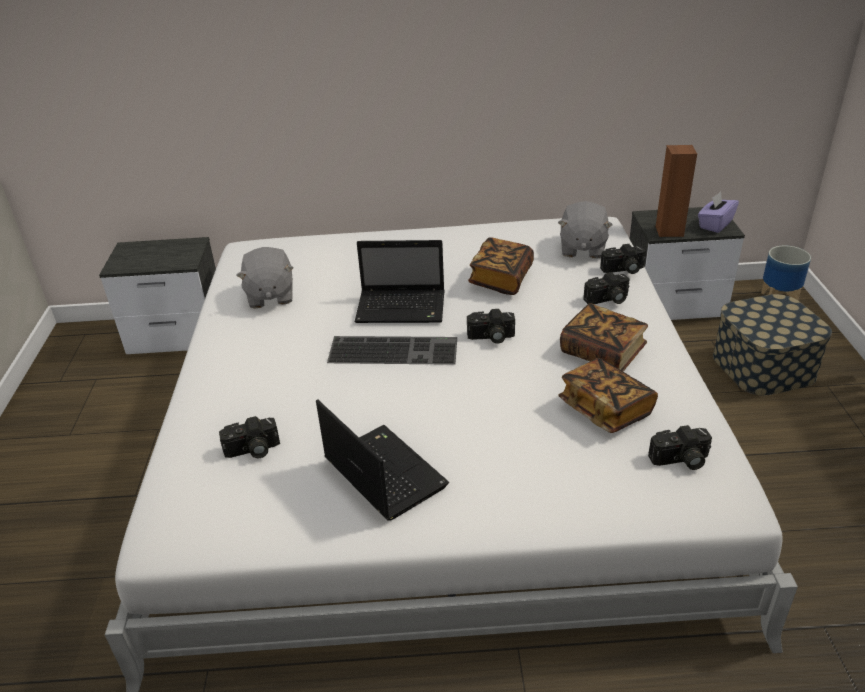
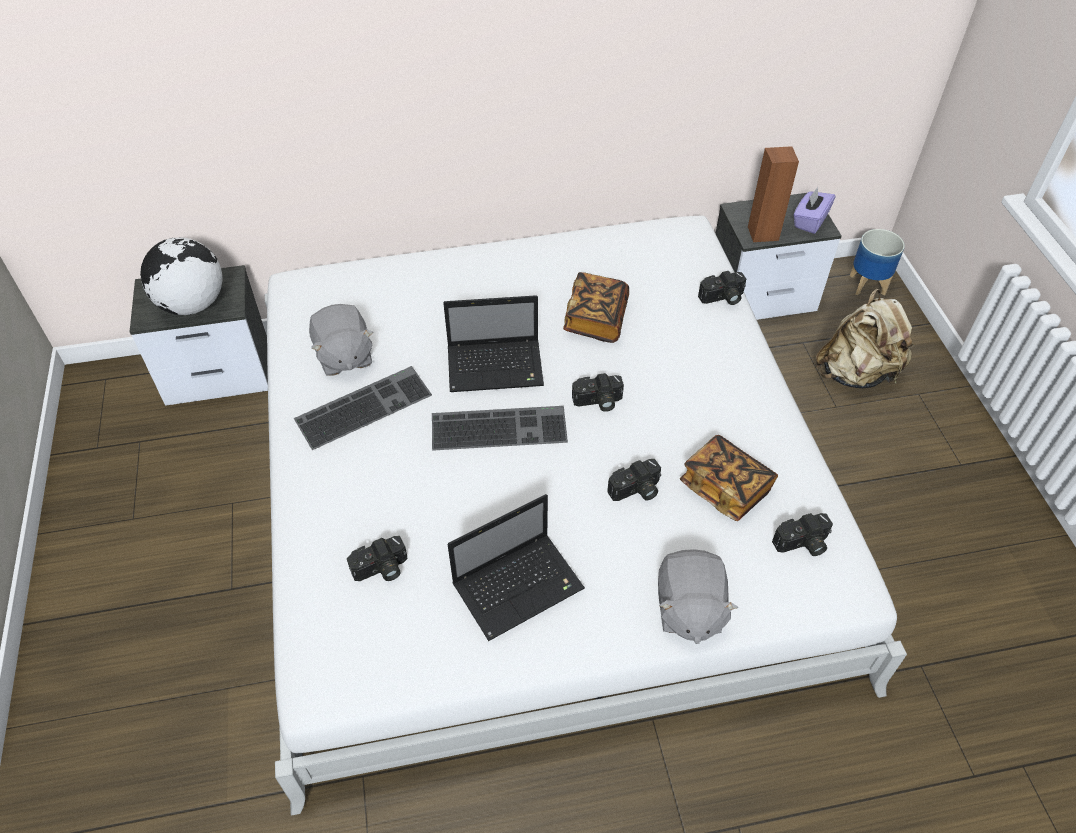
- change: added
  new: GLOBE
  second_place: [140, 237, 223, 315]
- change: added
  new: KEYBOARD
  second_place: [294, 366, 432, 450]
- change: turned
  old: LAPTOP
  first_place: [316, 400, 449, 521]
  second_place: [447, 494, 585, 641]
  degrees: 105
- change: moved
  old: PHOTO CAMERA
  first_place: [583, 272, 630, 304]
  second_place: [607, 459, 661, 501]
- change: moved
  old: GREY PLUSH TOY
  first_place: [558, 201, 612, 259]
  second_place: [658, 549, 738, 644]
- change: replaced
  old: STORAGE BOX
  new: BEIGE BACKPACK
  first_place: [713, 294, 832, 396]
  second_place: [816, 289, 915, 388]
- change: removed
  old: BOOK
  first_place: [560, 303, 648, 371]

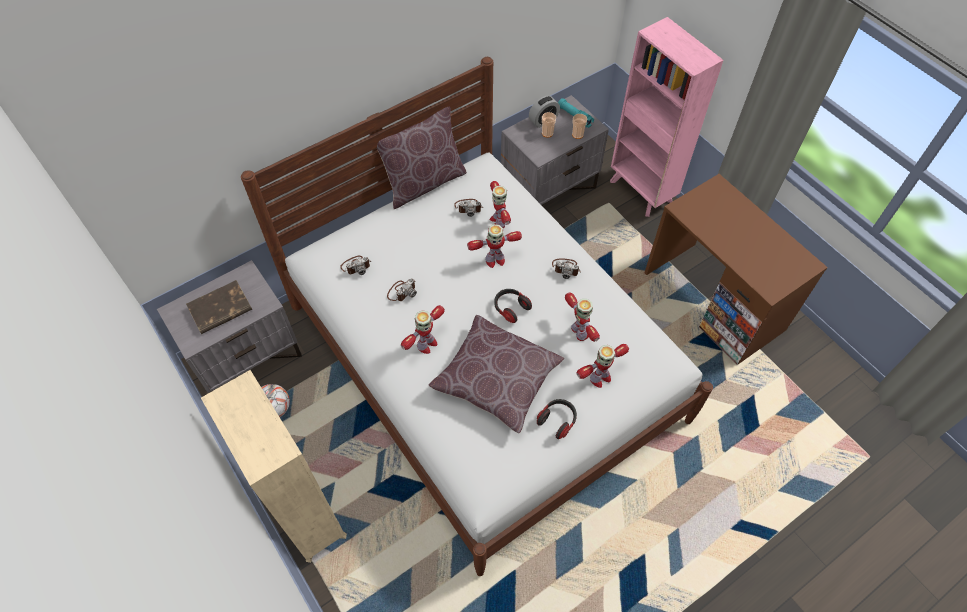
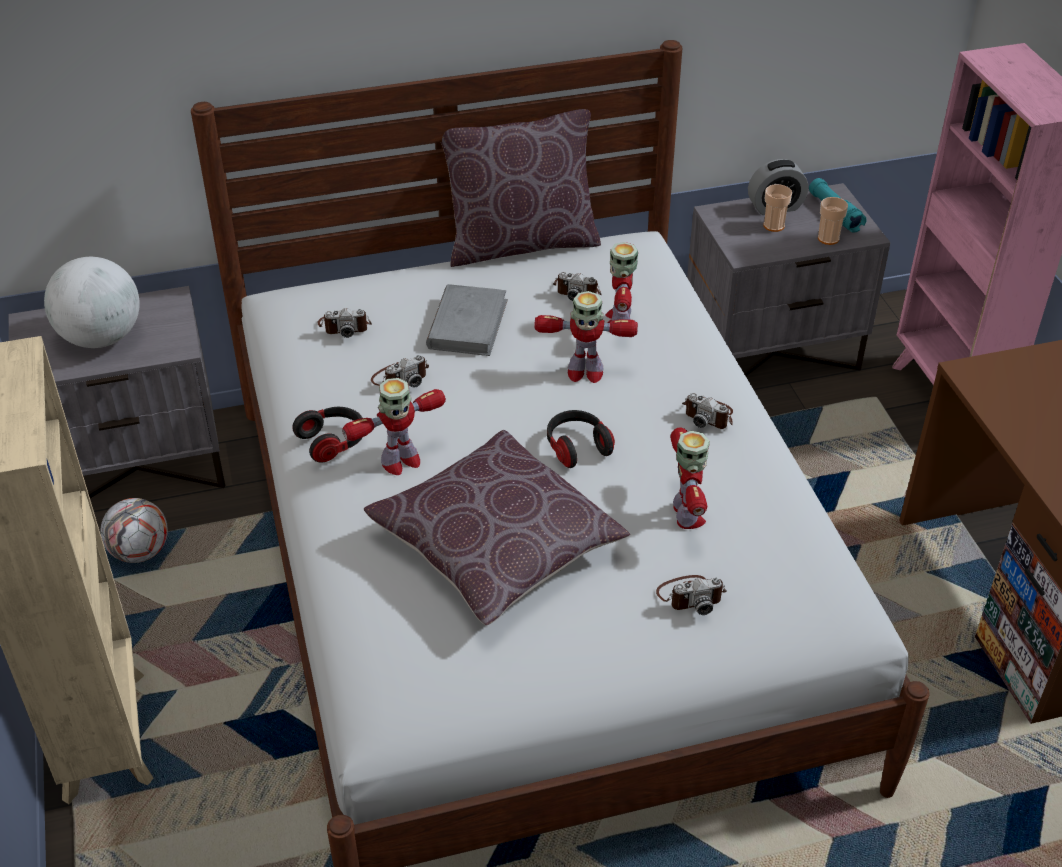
- change: replaced
  old: BROWN BOOK
  new: GLOBE
  first_place: [186, 280, 252, 334]
  second_place: [44, 257, 140, 348]
- change: moved
  old: HEADPHONES
  first_place: [537, 399, 577, 439]
  second_place: [292, 407, 363, 463]
- change: added
  new: GREY BOOK
  second_place: [426, 284, 508, 356]
- change: replaced
  old: TOY ROBOT
  new: PHOTO CAMERA
  first_place: [576, 344, 629, 388]
  second_place: [656, 575, 727, 615]

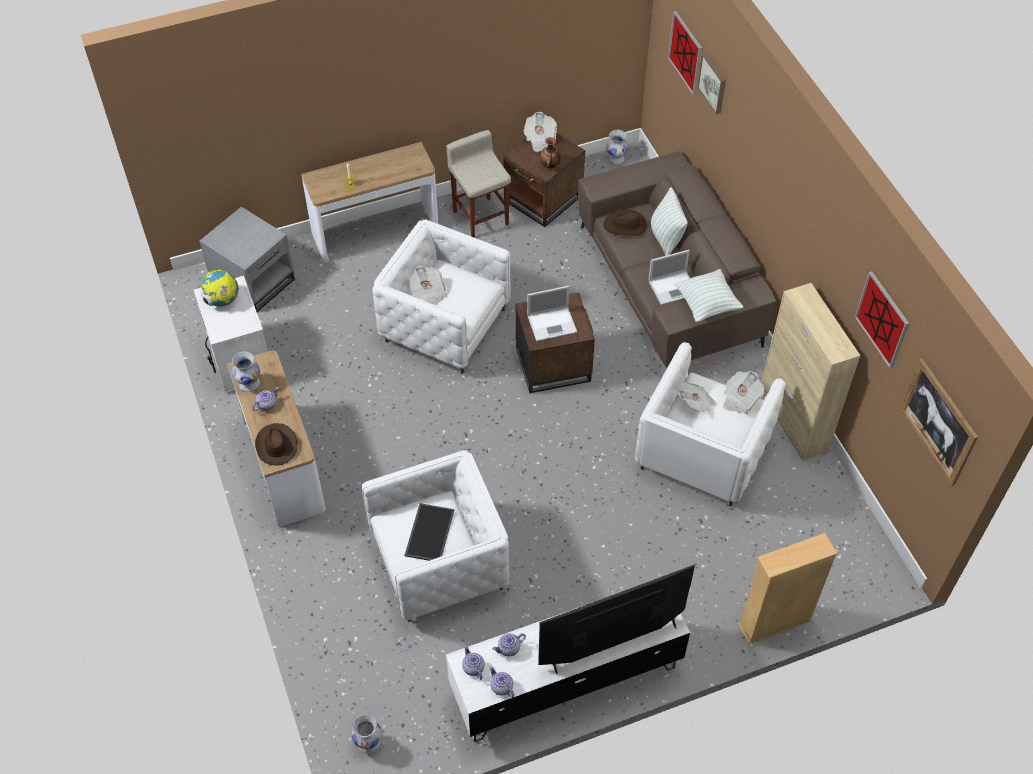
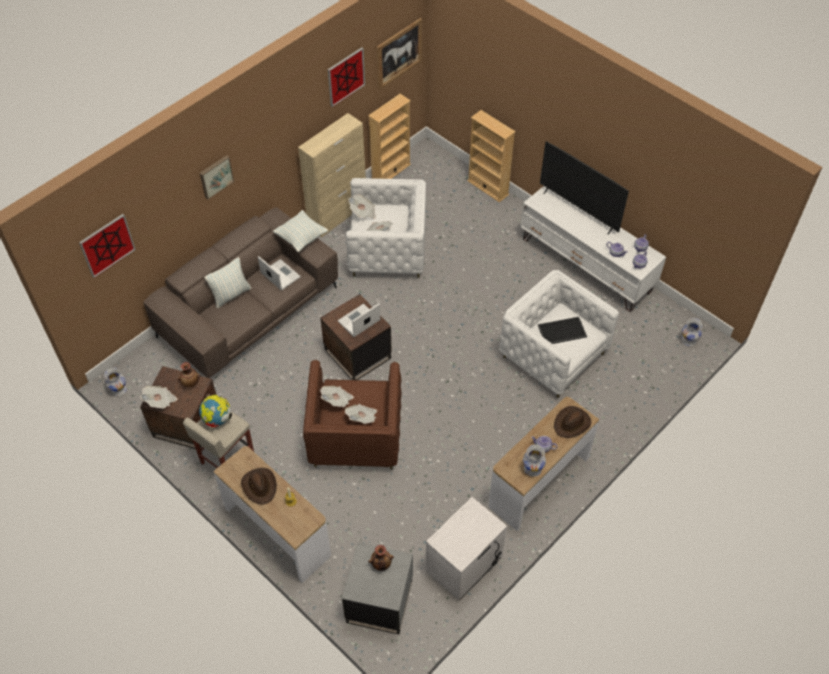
- change: moved
  old: GLOBE
  first_place: [200, 270, 239, 307]
  second_place: [199, 395, 232, 428]
- change: moved
  old: PICTURE
  first_place: [697, 53, 726, 114]
  second_place: [200, 155, 234, 199]
- change: moved
  old: BROWN HAT
  first_place: [603, 209, 647, 236]
  second_place: [241, 468, 277, 504]
- change: recoloured
  old: WHITE ARMCHAIR
  new: BROWN ARMCHAIR
  first_place: [372, 219, 511, 374]
  second_place: [303, 360, 402, 469]
- change: added
  new: NEWSPAPER
  second_place: [320, 386, 354, 407]
- change: turned
  old: LAPTOP
  first_place: [527, 286, 577, 341]
  second_place: [338, 303, 380, 337]
  degrees: -90
- change: added
  new: BEIGE BOOKCASE
  second_place: [368, 94, 411, 179]
- change: added
  new: VASE
  second_place: [369, 545, 394, 571]

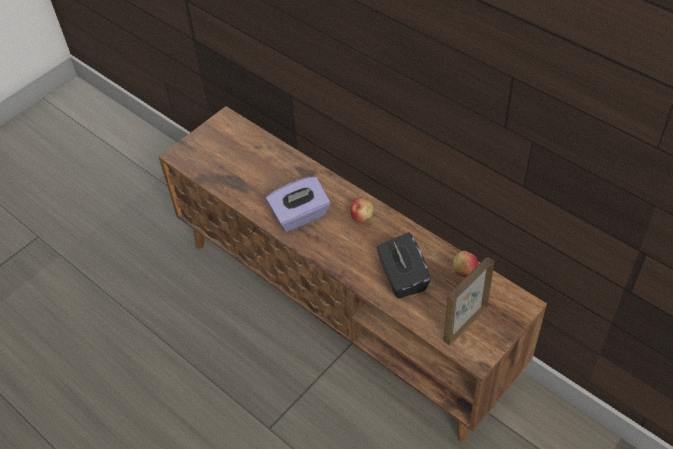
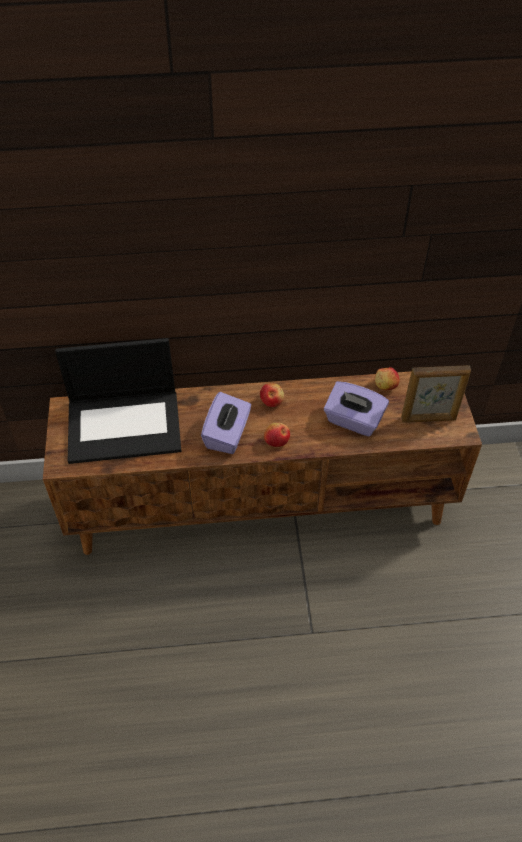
- change: added
  new: LAPTOP
  second_place: [55, 338, 181, 464]
- change: added
  new: APPLE
  second_place: [264, 423, 290, 447]
- change: recoloured
  old: BLACK TISSUE BOX
  new: PURPLE TISSUE BOX
  first_place: [377, 232, 431, 298]
  second_place: [324, 381, 389, 436]
- change: turned
  old: PICTURE FRAME
  first_place: [444, 258, 494, 346]
  second_place: [401, 365, 471, 423]
  degrees: -90

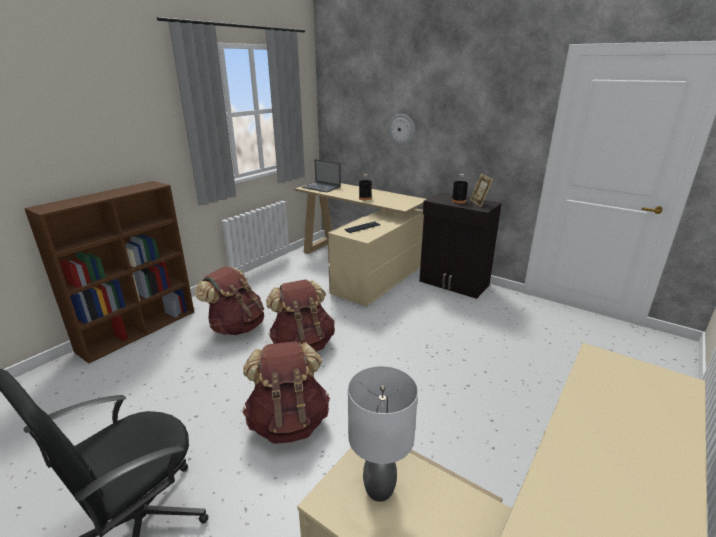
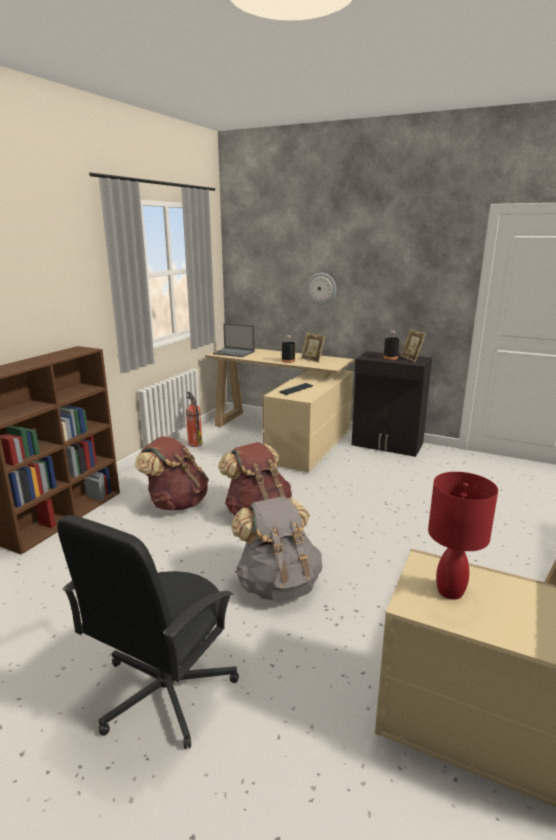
- change: added
  new: FIRE EXTINGUISHER
  second_place: [186, 392, 203, 447]
- change: recoloured
  old: BROWN BACKPACK
  new: GREY BACKPACK
  first_place: [243, 341, 330, 444]
  second_place: [231, 496, 323, 602]
- change: added
  new: PICTURE FRAME
  second_place: [301, 333, 325, 363]
- change: recoloured
  old: GREY TABLE LAMP
  new: RED TABLE LAMP
  first_place: [348, 366, 418, 502]
  second_place: [428, 472, 498, 600]

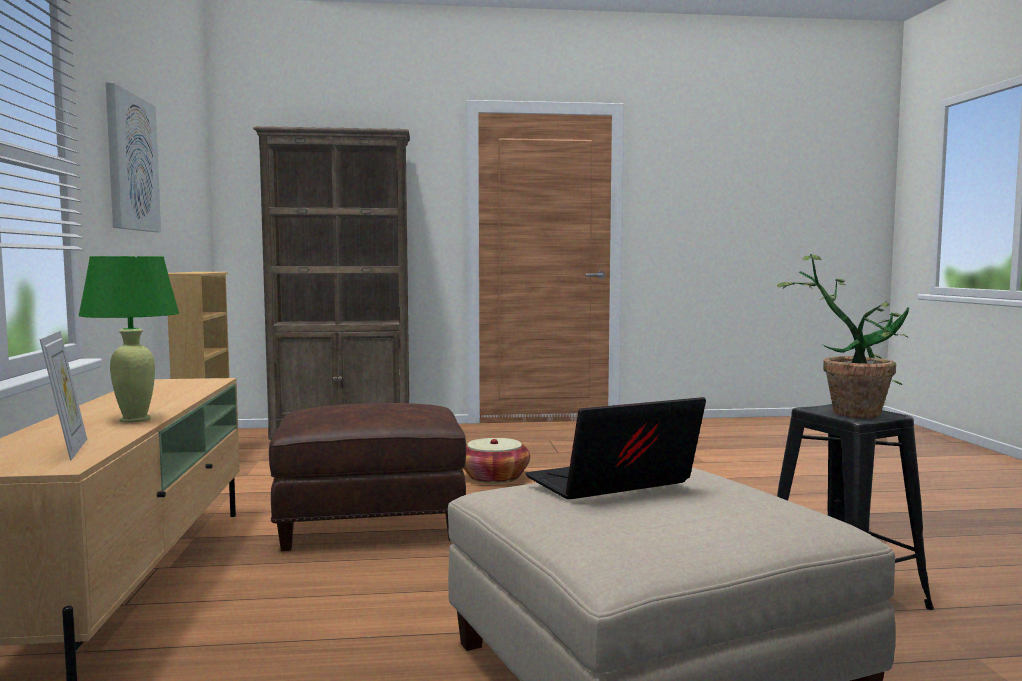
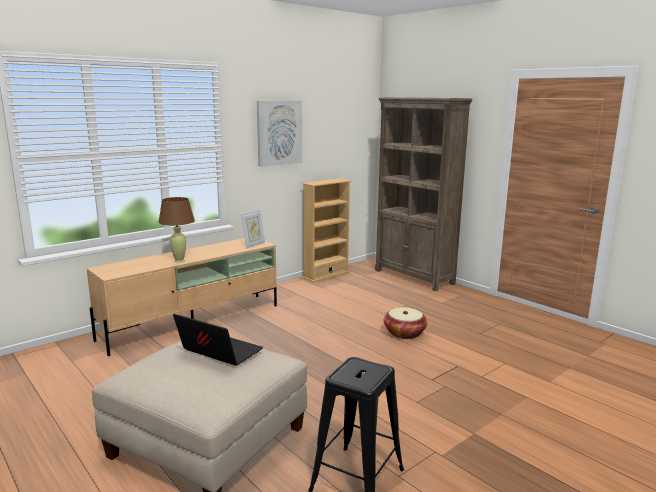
- change: recoloured
  old: GREEN TABLE LAMP
  new: BROWN TABLE LAMP
  first_place: [78, 256, 179, 423]
  second_place: [158, 197, 195, 262]
- change: moved
  old: PICTURE FRAME
  first_place: [39, 331, 87, 460]
  second_place: [241, 210, 265, 249]
- change: removed
  old: BROWN OTTOMAN
  first_place: [269, 403, 466, 551]
- change: removed
  old: POTTED PLANT
  first_place: [777, 254, 909, 418]

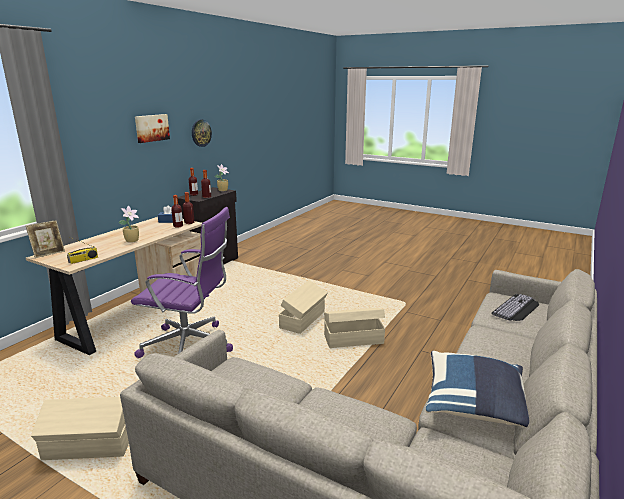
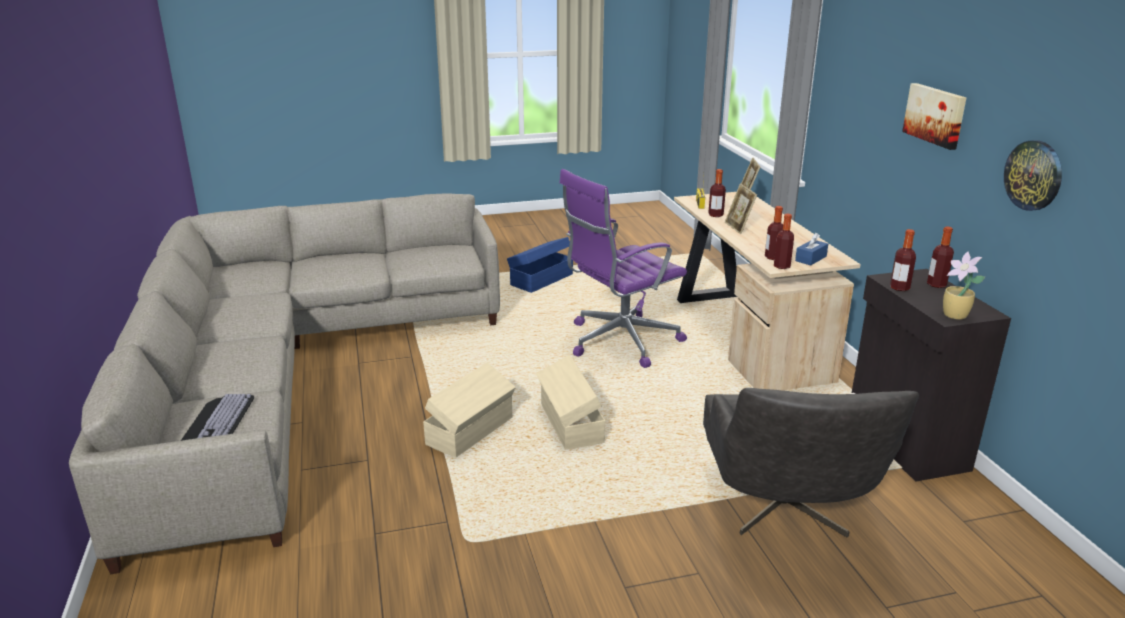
- change: recoloured
  old: BEIGE STORAGE BOX
  new: BLUE STORAGE BOX
  first_place: [31, 397, 129, 460]
  second_place: [507, 237, 573, 293]
- change: added
  new: GREY ARMCHAIR
  second_place: [703, 388, 919, 537]
- change: added
  new: BOTTLE
  second_place: [708, 169, 726, 217]
- change: replaced
  old: POTTED PLANT
  new: PICTURE FRAME
  first_place: [118, 205, 139, 243]
  second_place: [725, 184, 757, 234]
- change: removed
  old: BLUE PILLOW
  first_place: [425, 351, 529, 428]

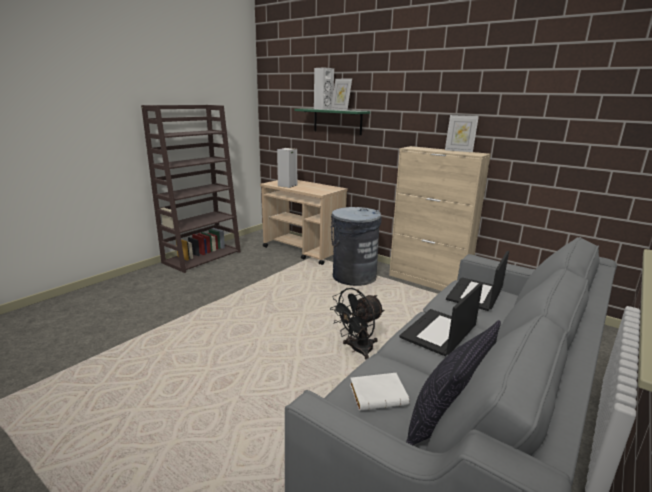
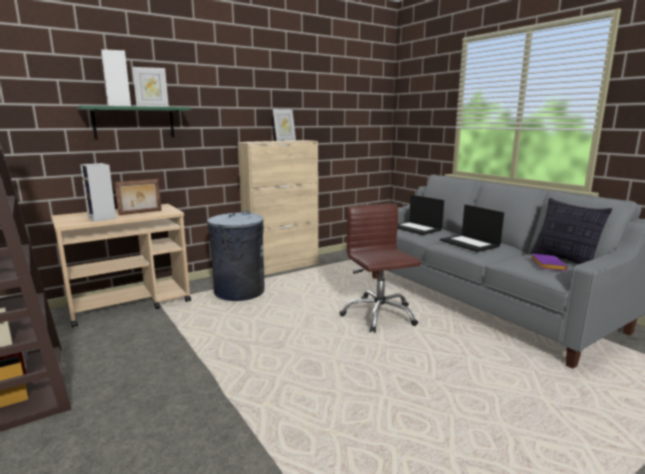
- change: added
  new: PICTURE FRAME
  second_place: [114, 179, 162, 215]
- change: replaced
  old: BLACK FAN
  new: BROWN OFFICE CHAIR
  first_place: [330, 288, 384, 360]
  second_place: [340, 204, 421, 333]
- change: recoloured
  old: WHITE BOOK
  new: PURPLE BOOK
  first_place: [350, 373, 409, 411]
  second_place: [531, 254, 568, 271]

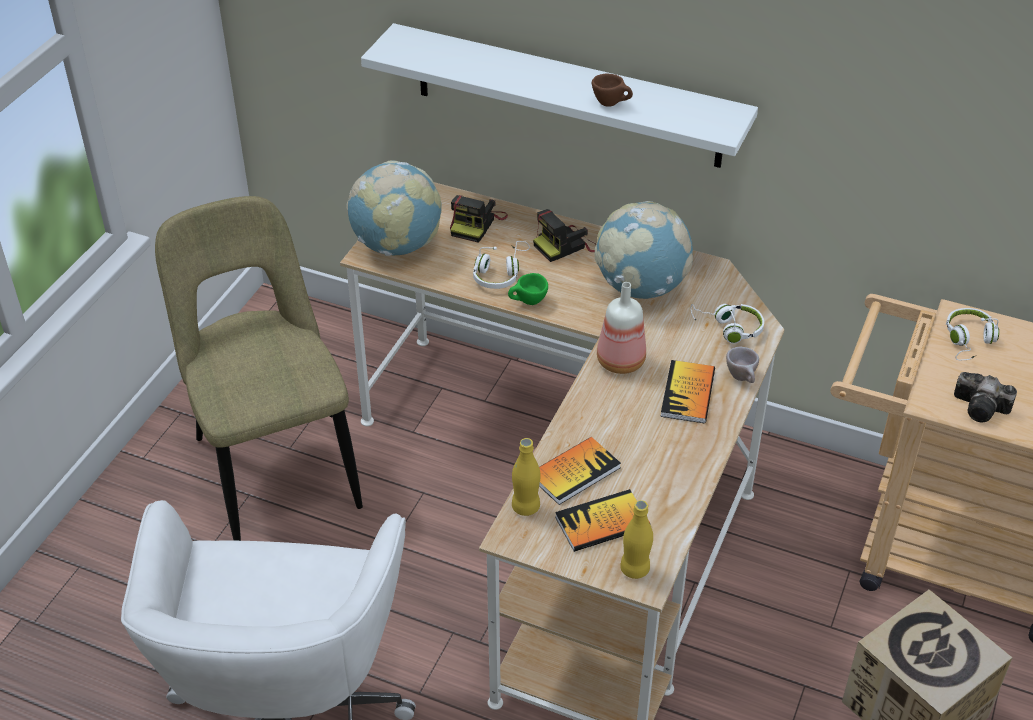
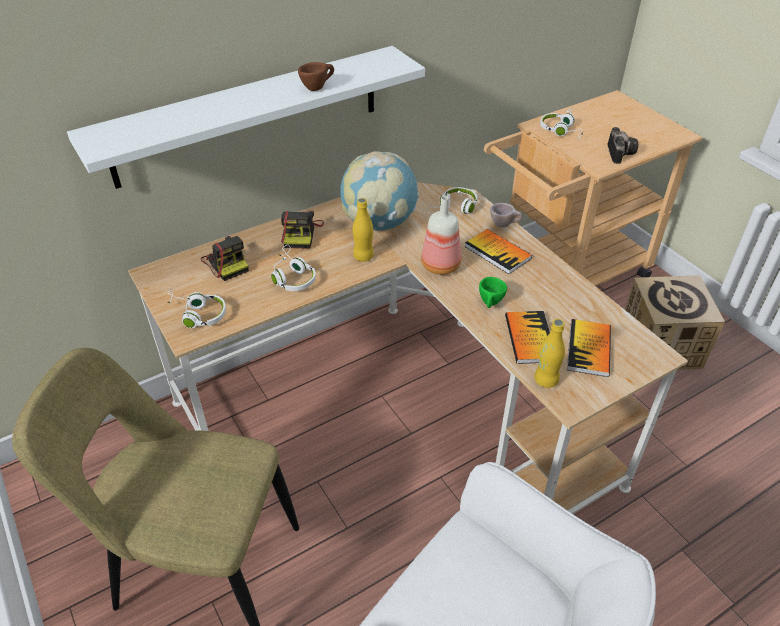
- change: replaced
  old: GLOBE
  new: WHITE HEADPHONES
  first_place: [346, 161, 442, 256]
  second_place: [168, 288, 226, 328]
- change: moved
  old: YELLOW BOTTLE
  first_place: [620, 500, 653, 579]
  second_place: [353, 198, 374, 262]
- change: moved
  old: GREEN CUP
  first_place: [508, 273, 548, 305]
  second_place: [479, 277, 507, 308]
- change: turned
  old: PHOTO CAMERA
  first_place: [954, 372, 1017, 422]
  second_place: [607, 127, 638, 164]
  degrees: -60

